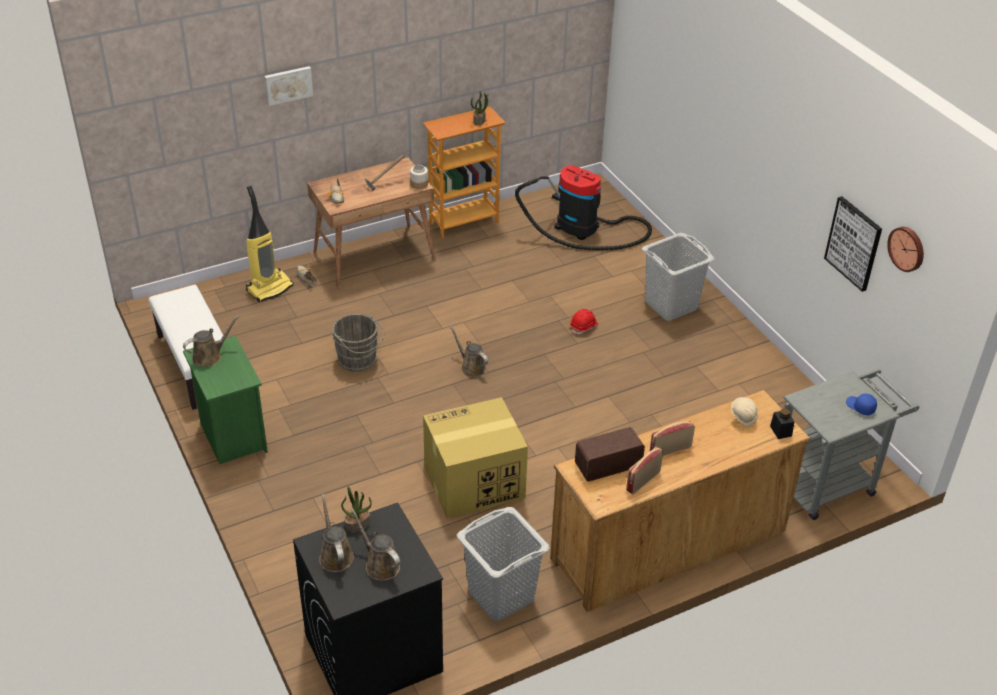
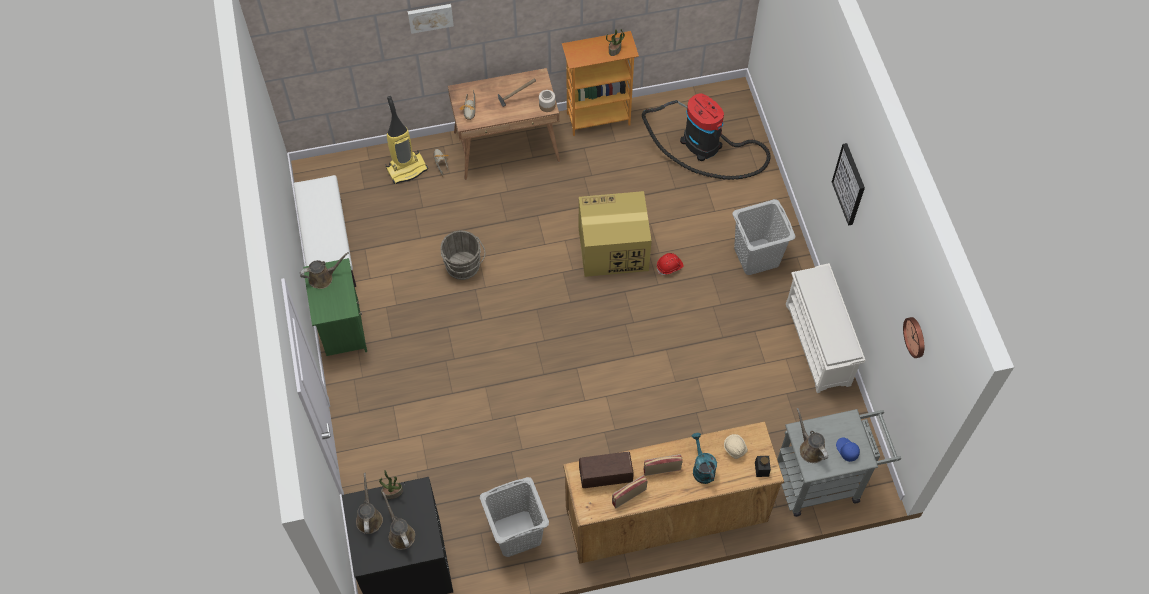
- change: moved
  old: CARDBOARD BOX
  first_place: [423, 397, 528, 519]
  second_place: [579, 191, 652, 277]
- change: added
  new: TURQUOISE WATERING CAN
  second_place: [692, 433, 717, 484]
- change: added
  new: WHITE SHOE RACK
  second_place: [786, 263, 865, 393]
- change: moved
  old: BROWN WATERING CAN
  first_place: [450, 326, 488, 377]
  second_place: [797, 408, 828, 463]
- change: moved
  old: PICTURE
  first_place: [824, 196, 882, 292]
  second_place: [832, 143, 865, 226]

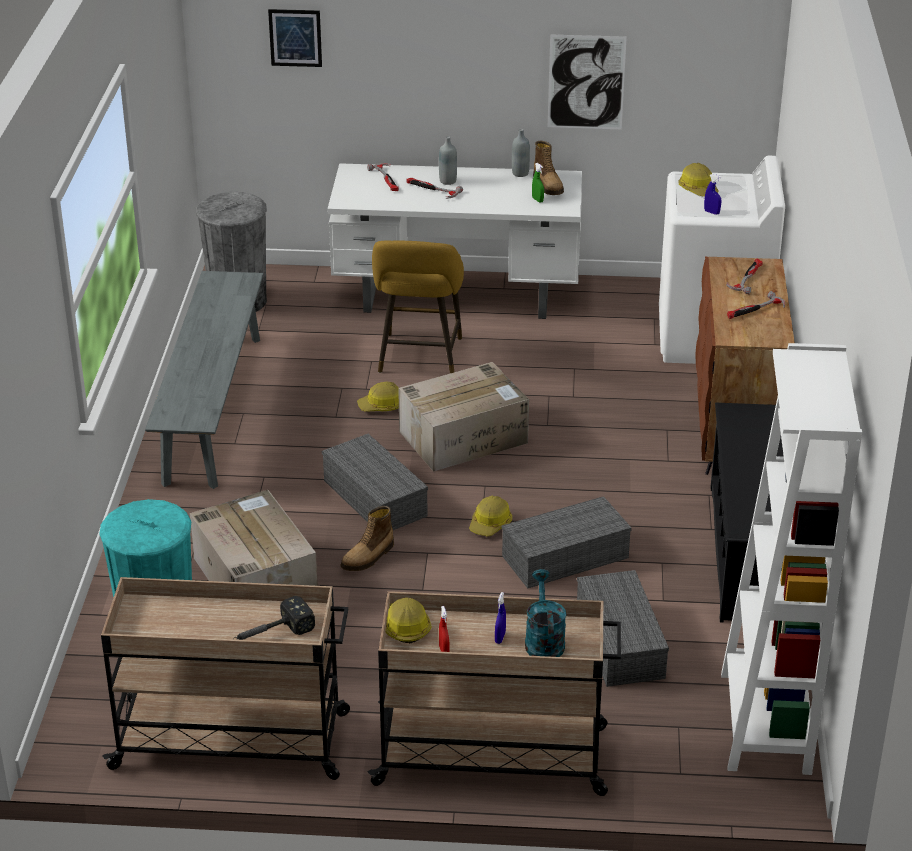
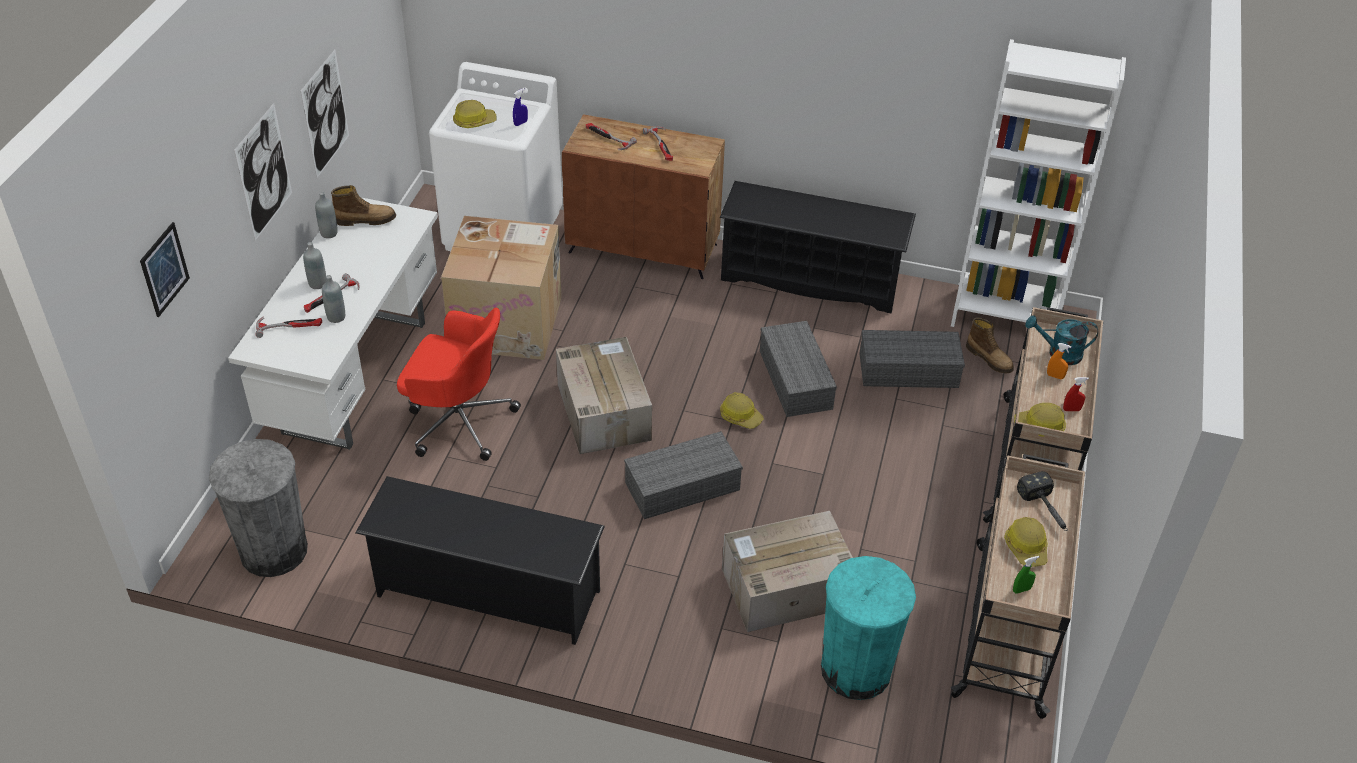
- change: added
  new: PICTURE
  second_place: [234, 103, 292, 241]
- change: added
  new: GREY BOTTLE
  second_place: [322, 275, 345, 323]
- change: replaced
  old: GREY BENCH
  new: BLACK SHOE RACK
  first_place: [145, 271, 263, 489]
  second_place: [355, 476, 605, 645]
- change: replaced
  old: YELLOW STOOL
  new: RED OFFICE CHAIR
  first_place: [372, 241, 464, 373]
  second_place: [397, 308, 521, 461]
- change: added
  new: CARDBOARD BOX
  second_place: [441, 216, 562, 360]
- change: moved
  old: BOOT
  first_place: [341, 506, 394, 571]
  second_place: [966, 318, 1014, 373]
- change: moved
  old: HARD HAT
  first_place: [357, 382, 399, 412]
  second_place: [1004, 517, 1048, 567]
- change: moved
  old: GREEN SPRAY BOTTLE
  first_place: [532, 163, 544, 203]
  second_place: [1013, 556, 1039, 594]
- change: recoloured
  old: BLUE SPRAY BOTTLE
  new: ORANGE SPRAY BOTTLE
  first_place: [495, 592, 506, 644]
  second_place: [1047, 343, 1072, 379]

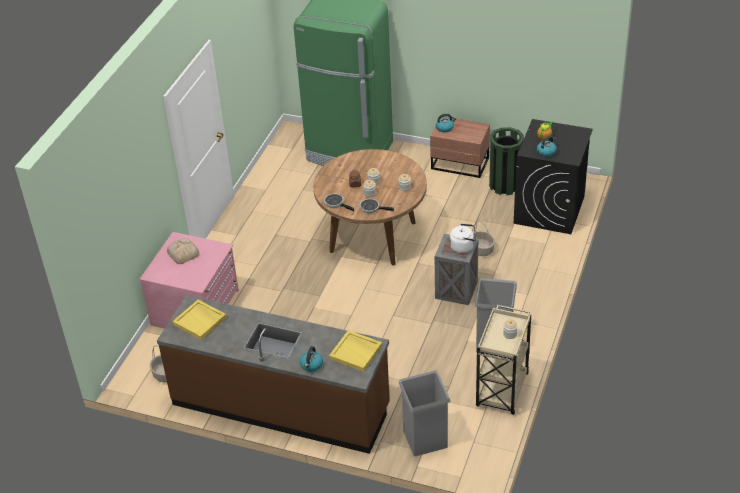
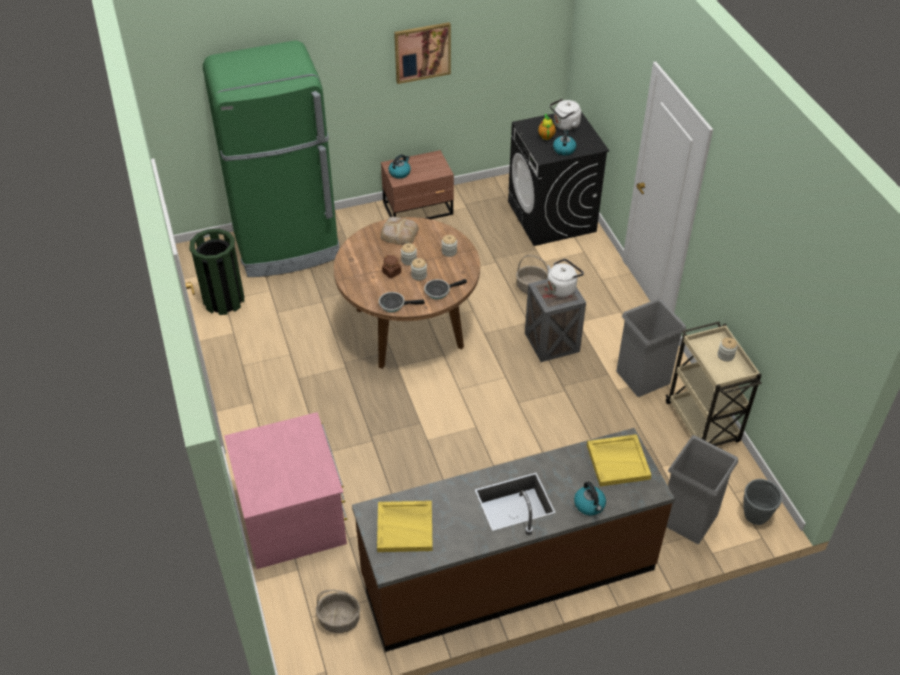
- change: moved
  old: GREEN TRASH CAN
  first_place: [489, 127, 524, 195]
  second_place: [189, 229, 244, 315]
- change: moved
  old: BREAD
  first_place: [167, 238, 199, 264]
  second_place: [381, 217, 419, 245]
- change: added
  new: PICTURE
  second_place: [394, 22, 451, 84]
- change: added
  new: WHITE KETTLE
  second_place: [550, 98, 581, 131]
- change: added
  new: GREY PLANTER
  second_place: [743, 479, 782, 525]

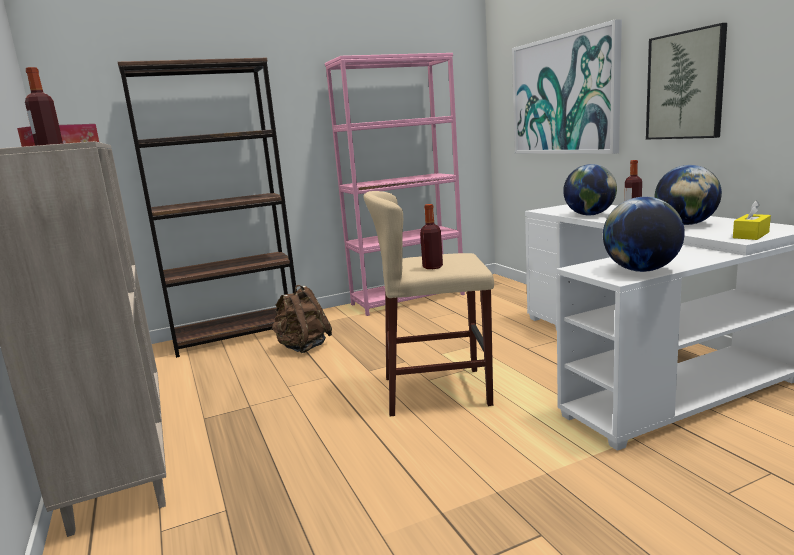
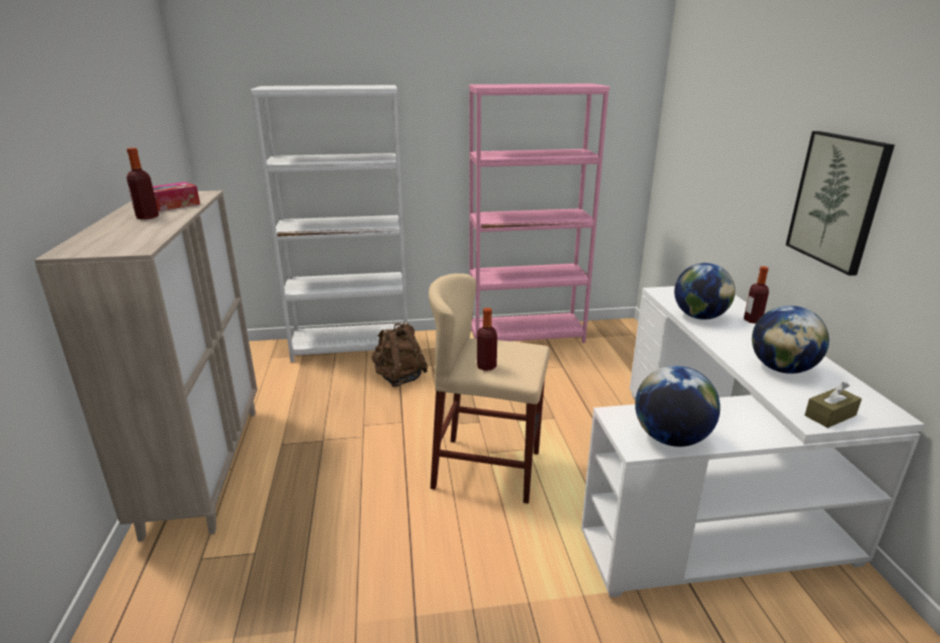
- change: recoloured
  old: BROWN BOOKCASE
  new: WHITE BOOKCASE
  first_place: [117, 58, 297, 358]
  second_place: [250, 85, 408, 362]
- change: recoloured
  old: YELLOW TISSUE BOX
  new: BROWN TISSUE BOX
  first_place: [733, 201, 771, 240]
  second_place: [805, 382, 862, 428]
- change: removed
  old: PICTURE
  first_place: [512, 19, 622, 154]

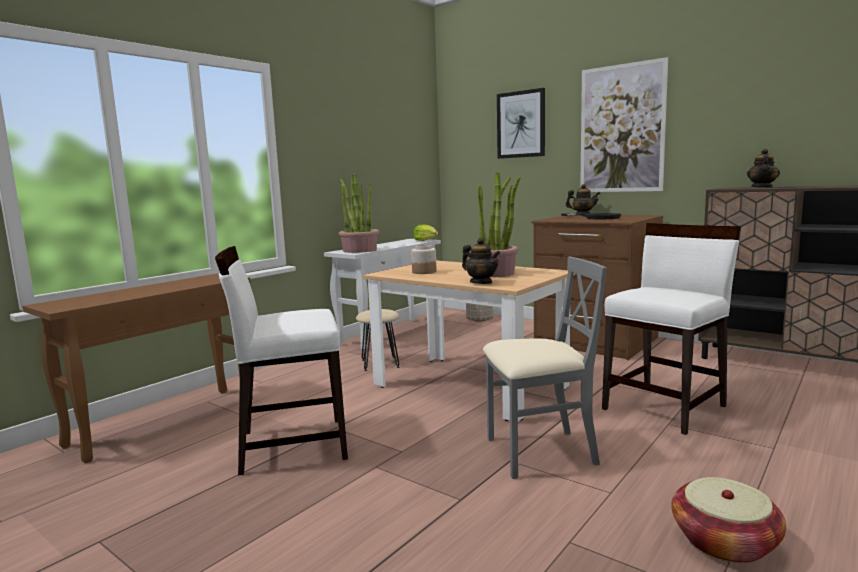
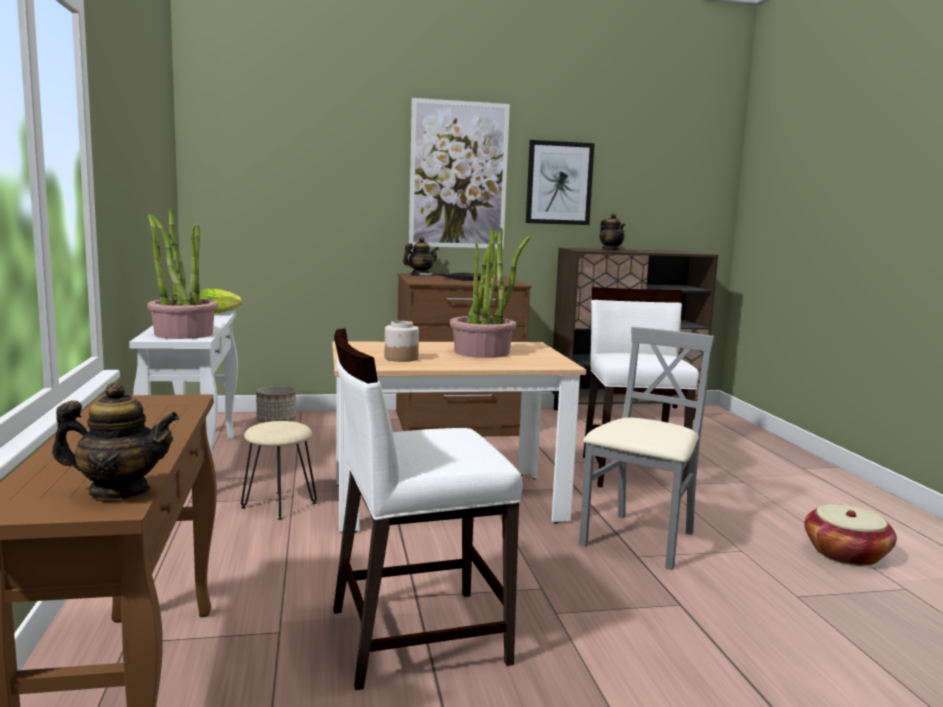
- change: moved
  old: TEAPOT
  first_place: [462, 238, 500, 284]
  second_place: [52, 382, 179, 499]
- change: turned
  old: WHITE CHAIR
  first_place: [215, 246, 348, 476]
  second_place: [333, 328, 523, 690]
  degrees: 45
- change: moved
  old: PICTURE
  first_place: [497, 88, 545, 159]
  second_place: [526, 140, 595, 225]

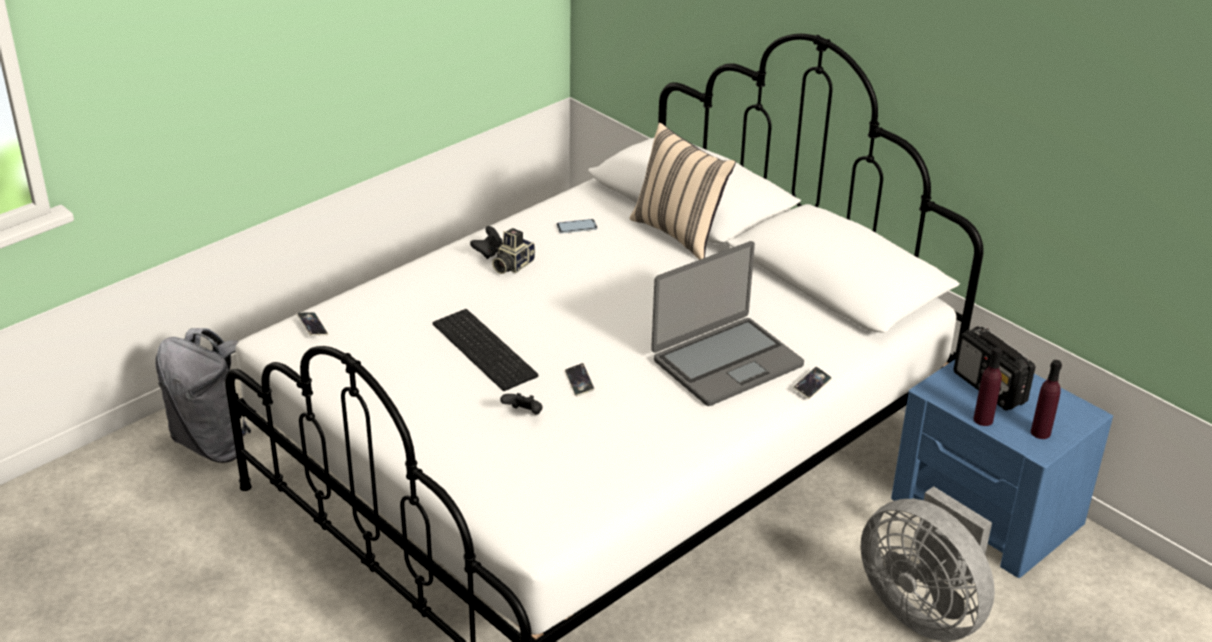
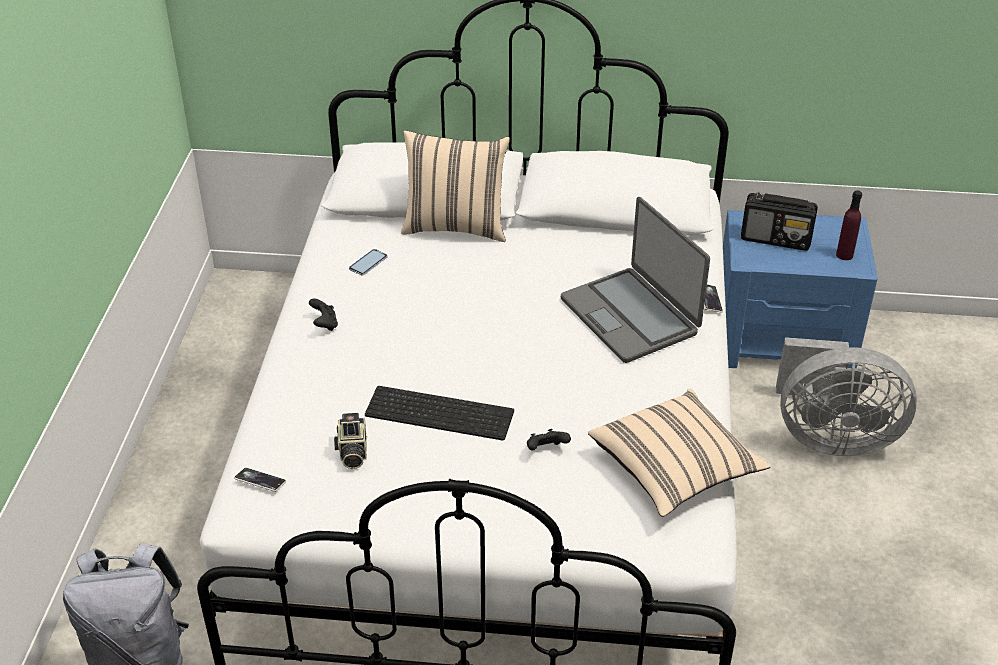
- change: moved
  old: PHOTO CAMERA
  first_place: [492, 228, 535, 274]
  second_place: [334, 413, 367, 469]
- change: turned
  old: LAPTOP
  first_place: [651, 241, 804, 406]
  second_place: [561, 197, 710, 363]
  degrees: 135
- change: added
  new: BEIGE PILLOW
  second_place: [588, 388, 771, 517]
- change: removed
  old: PHONE
  first_place: [565, 363, 595, 396]
- change: removed
  old: PURPLE BOTTLE
  first_place: [973, 347, 1003, 426]

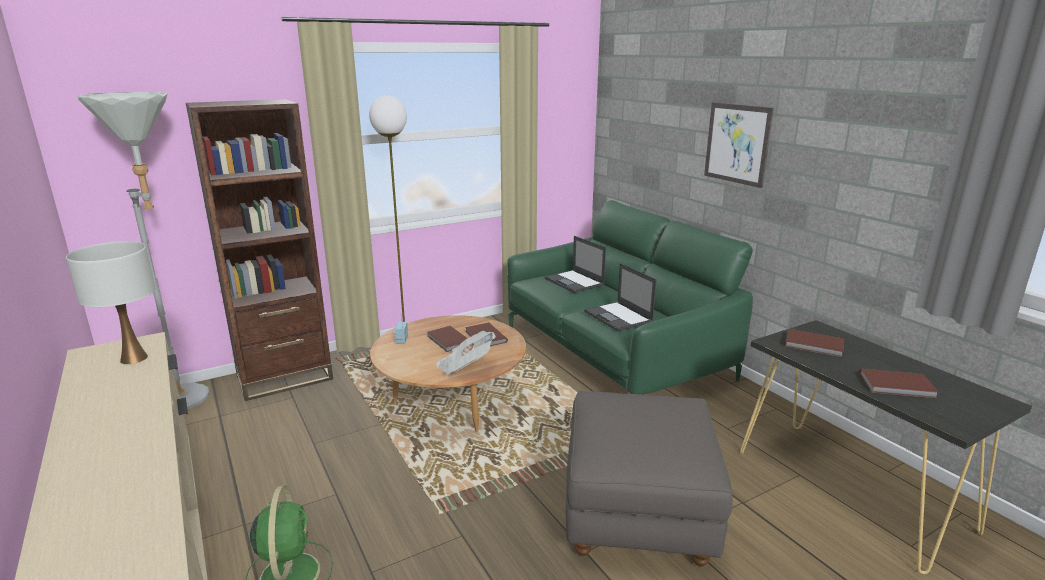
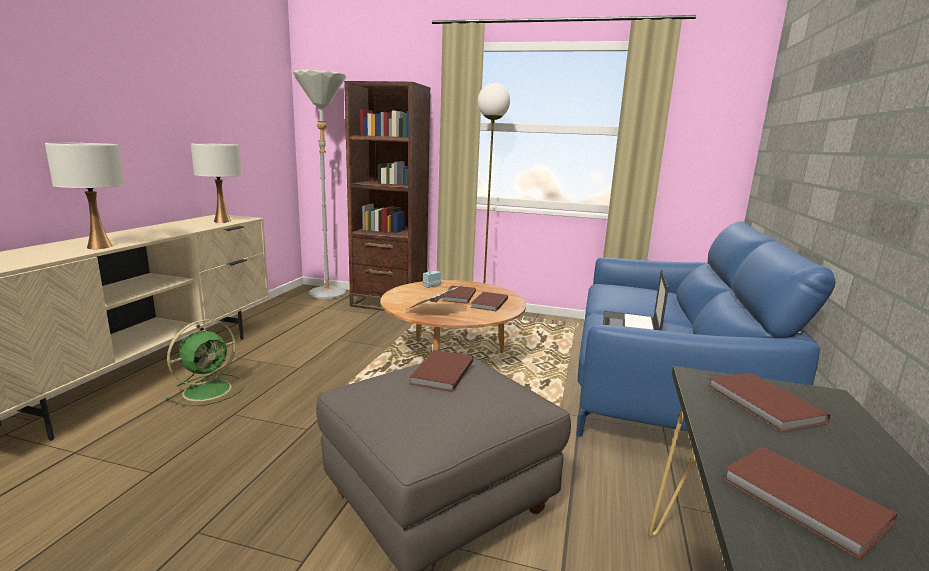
- change: added
  new: WHITE TABLE LAMP
  second_place: [45, 142, 124, 249]
- change: added
  new: BROWN BOOK
  second_place: [410, 350, 473, 392]
- change: recoloured
  old: GREEN SOFA
  new: BLUE SOFA
  first_place: [507, 200, 753, 395]
  second_place: [576, 222, 836, 437]
- change: removed
  old: LAPTOP
  first_place: [544, 236, 606, 293]
- change: removed
  old: PICTURE
  first_place: [704, 102, 774, 188]

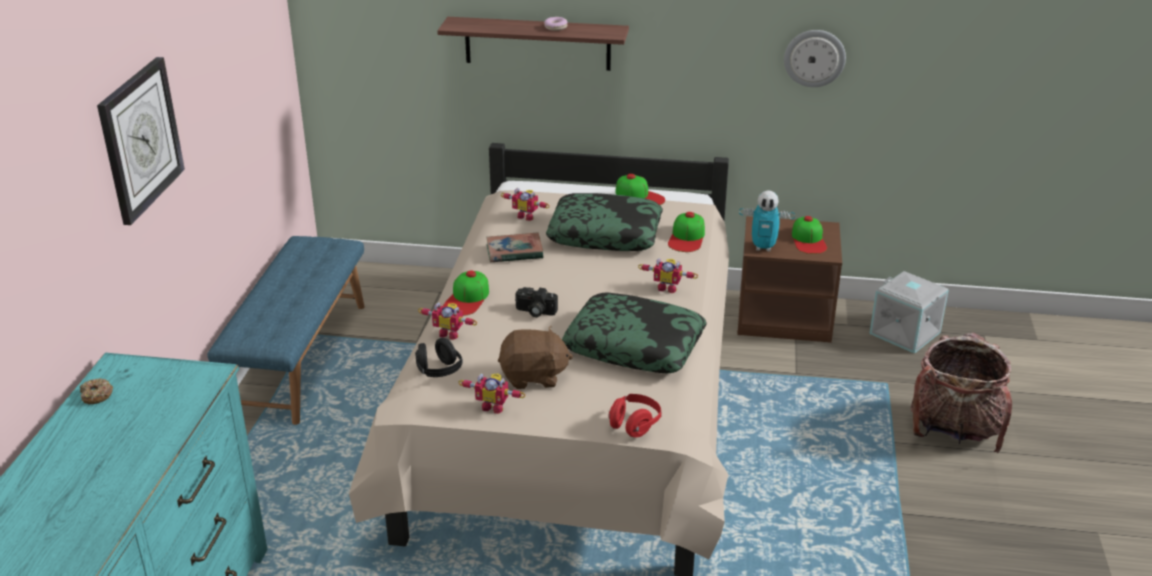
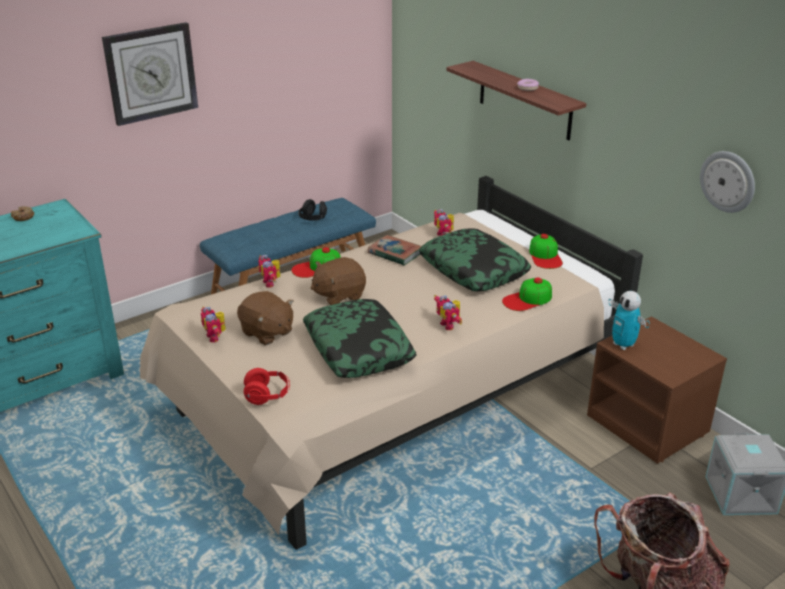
- change: moved
  old: BLACK HEADPHONES
  first_place: [415, 338, 463, 377]
  second_place: [298, 199, 327, 221]
- change: replaced
  old: PHOTO CAMERA
  new: BROWN PLUSH TOY
  first_place: [515, 287, 558, 317]
  second_place: [311, 257, 366, 305]
- change: removed
  old: CAP
  first_place: [792, 216, 827, 254]

